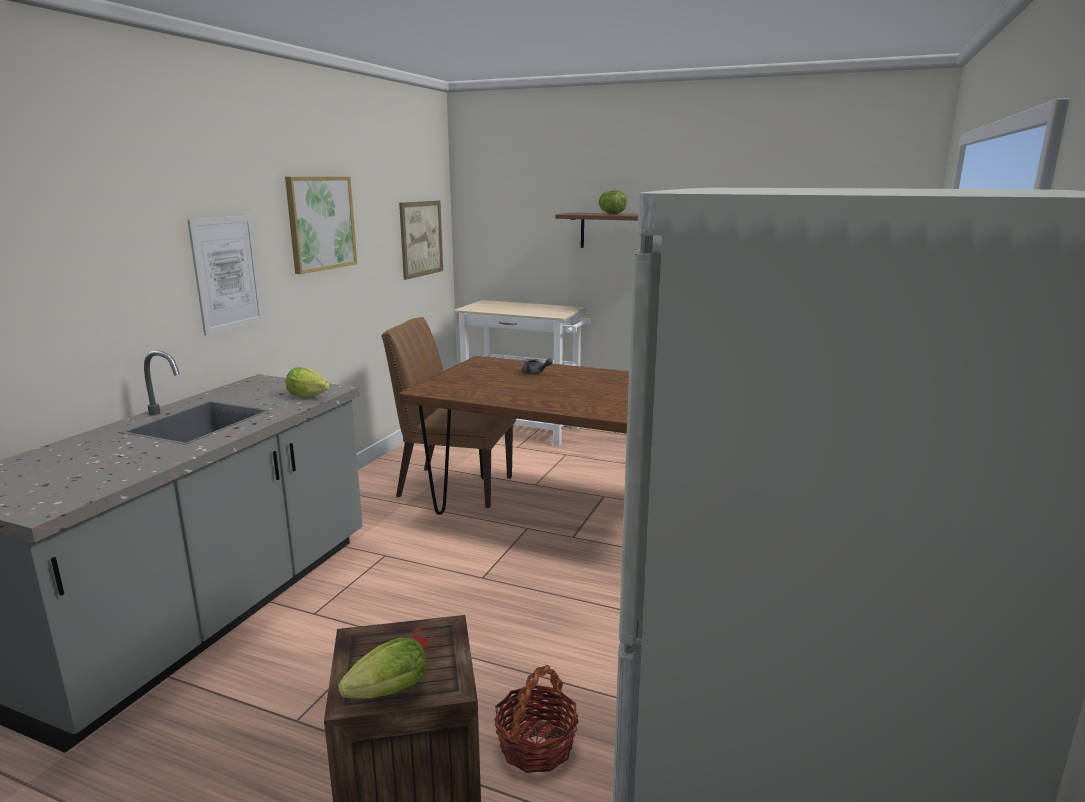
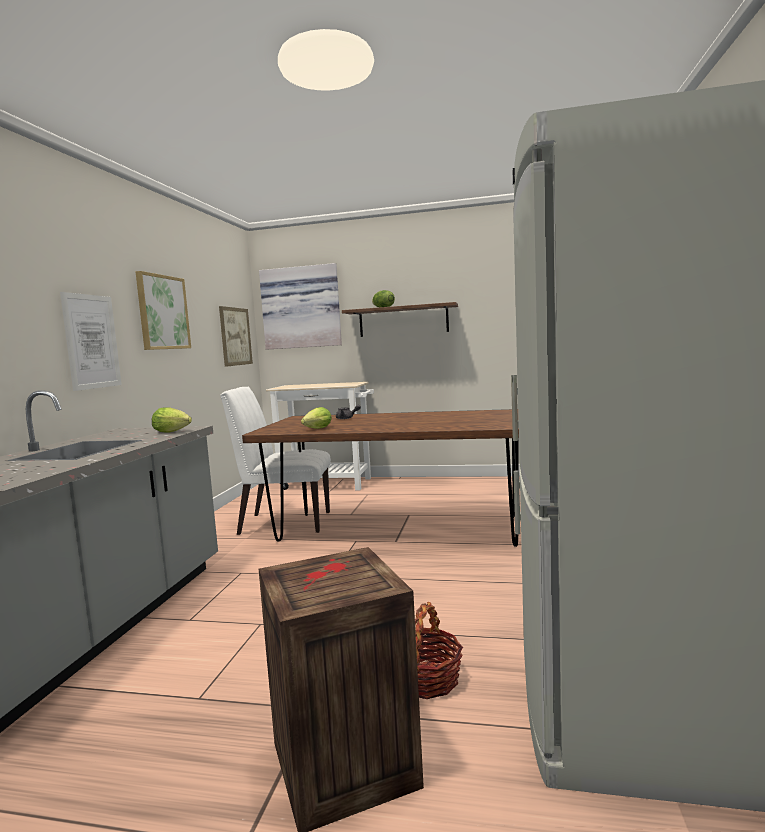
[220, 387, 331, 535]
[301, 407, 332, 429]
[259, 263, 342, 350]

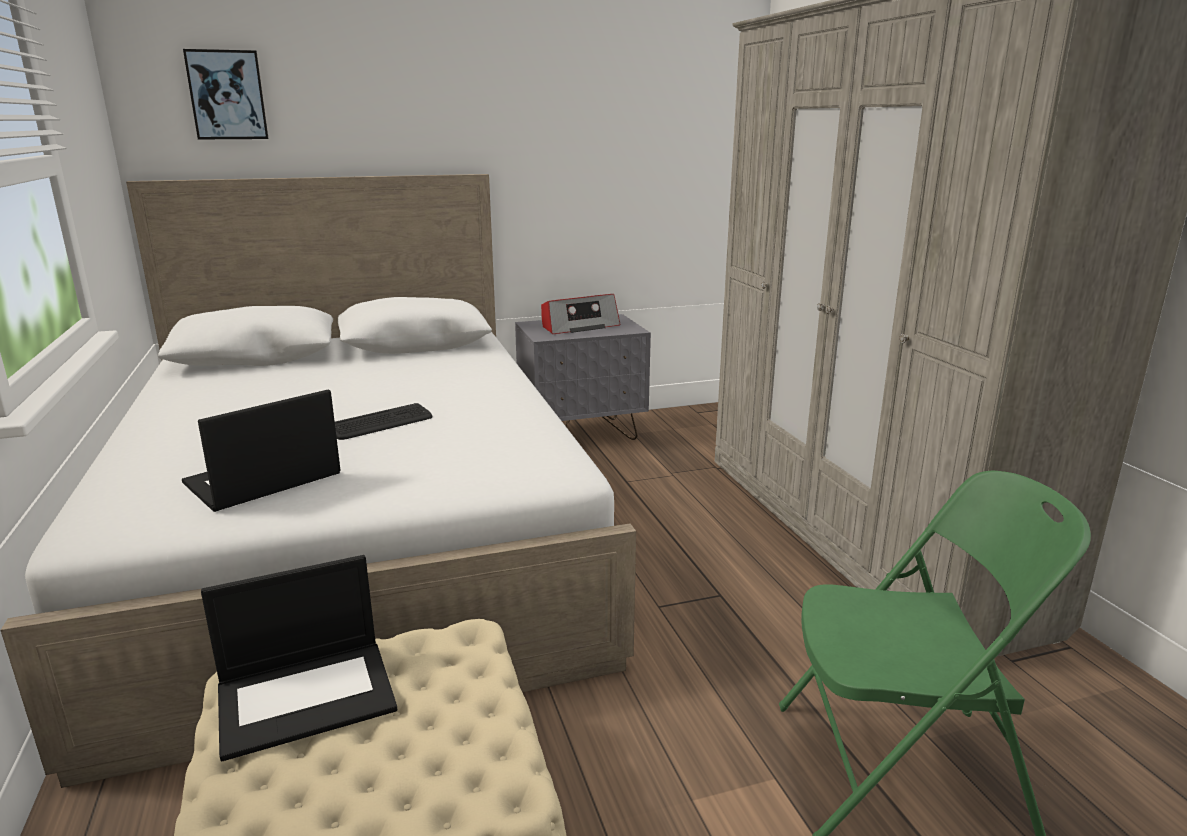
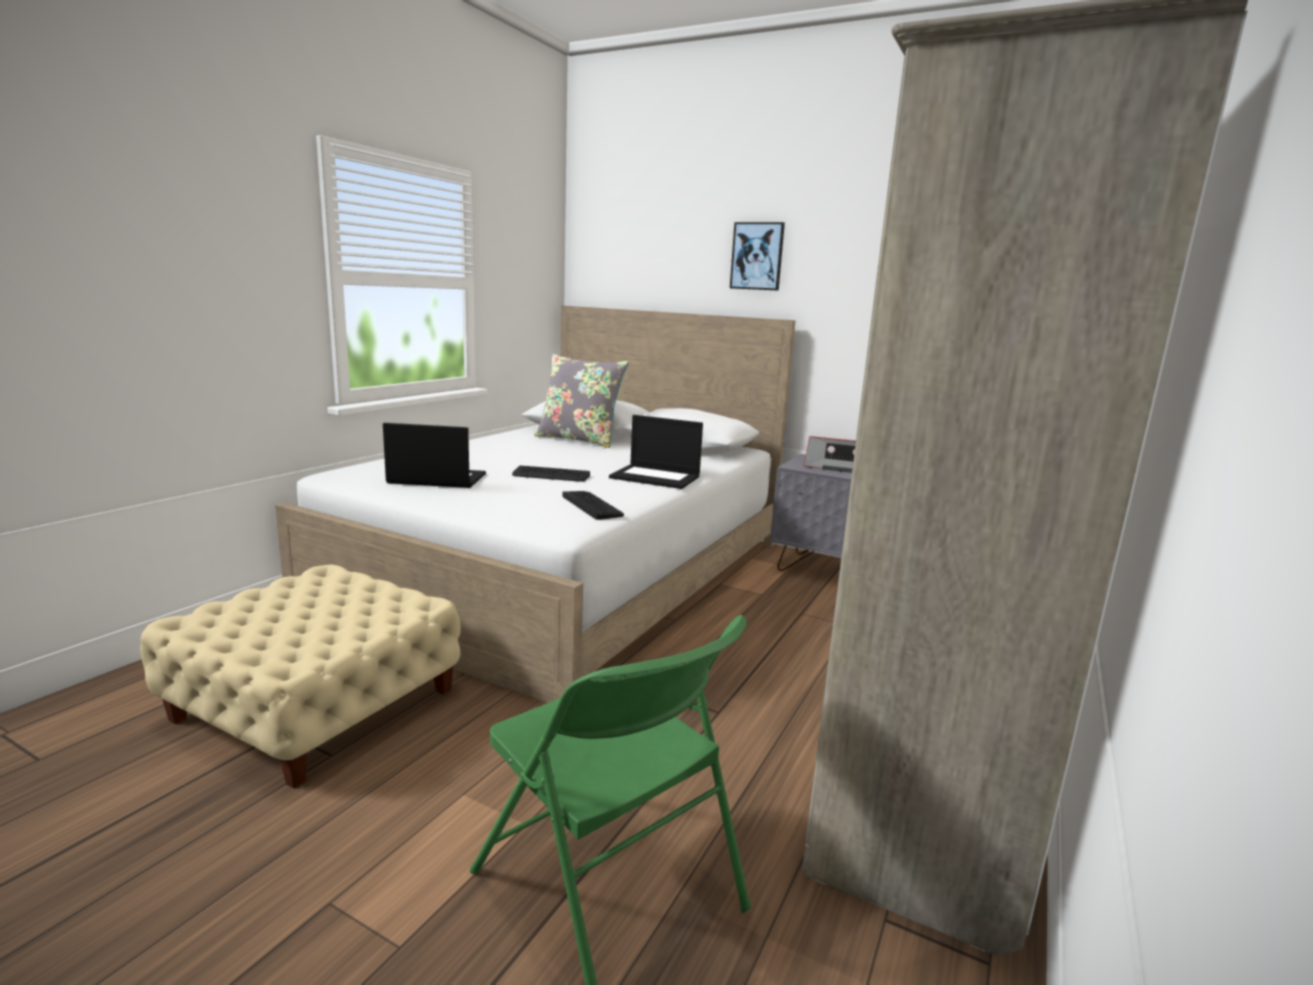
[730, 222, 785, 291]
[609, 415, 703, 489]
[534, 354, 629, 448]
[562, 491, 624, 520]

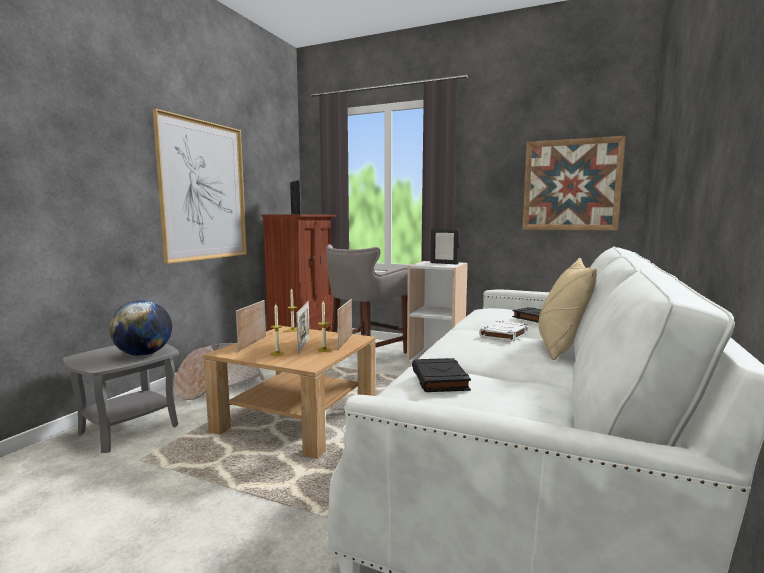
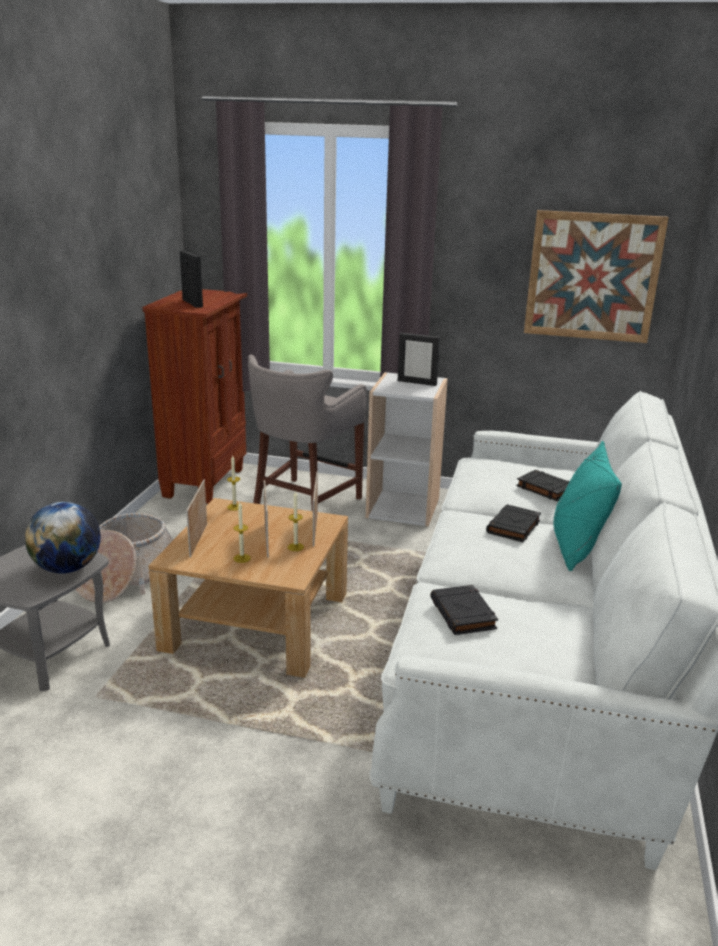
[153, 109, 247, 264] (first image)
[553, 441, 622, 571]
[486, 504, 541, 542]

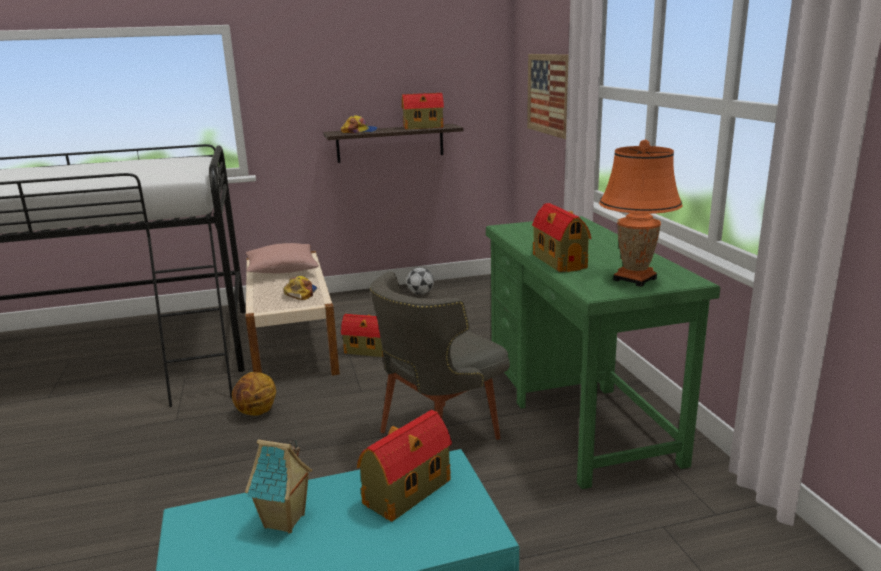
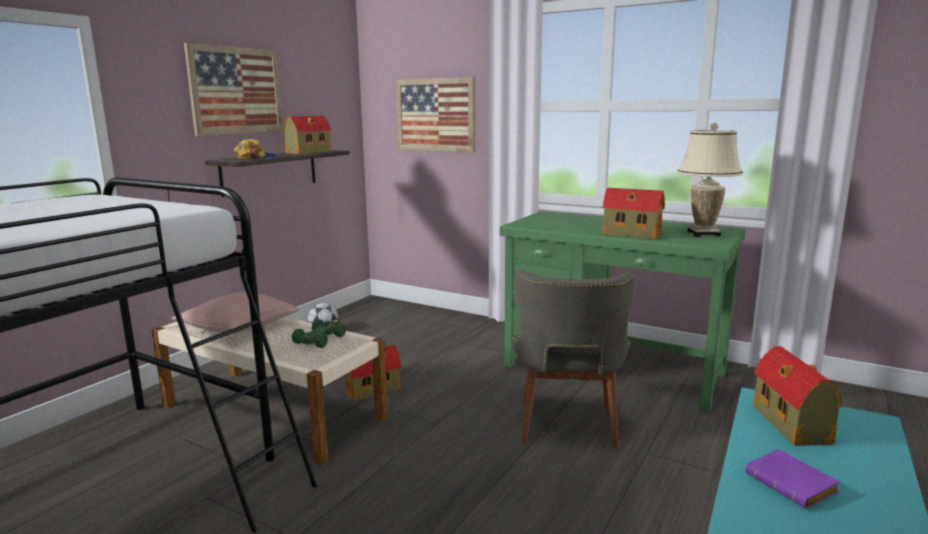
[677, 123, 743, 237]
[292, 319, 346, 348]
[232, 372, 276, 416] (first image)
[745, 449, 840, 509]
[184, 43, 283, 136]

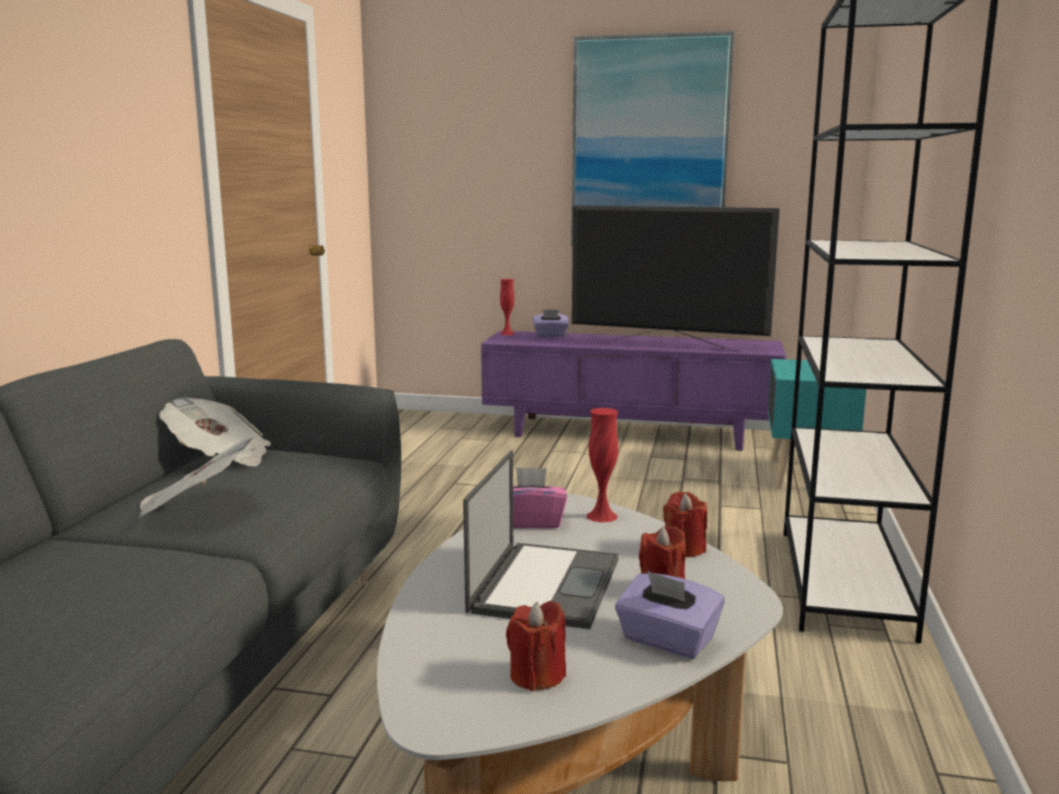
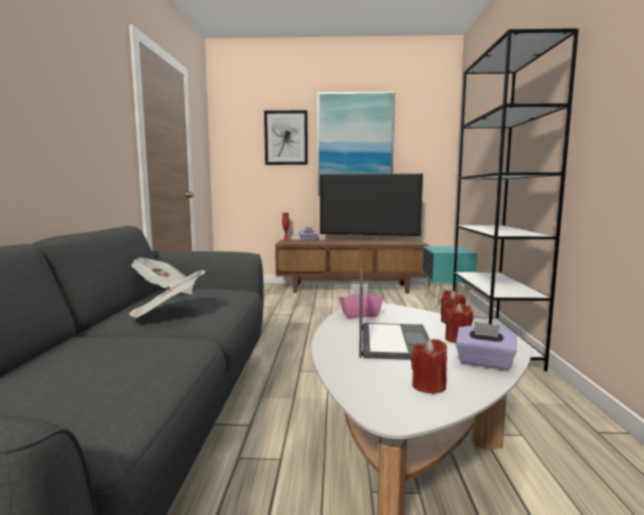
[275, 240, 429, 293]
[587, 408, 618, 522] (first image)
[264, 110, 308, 165]

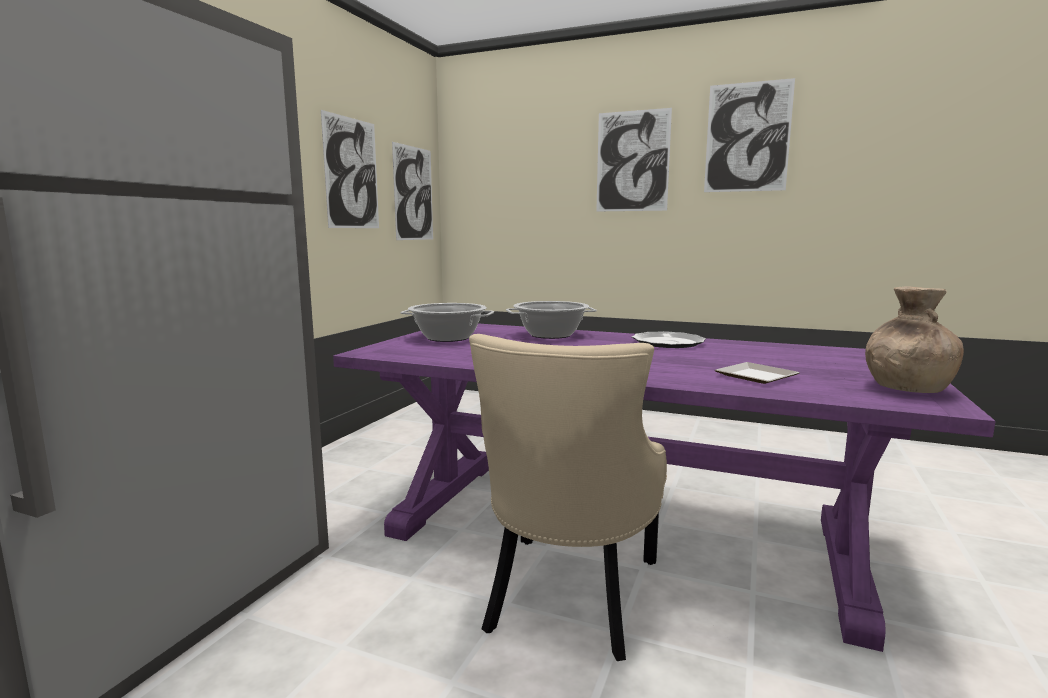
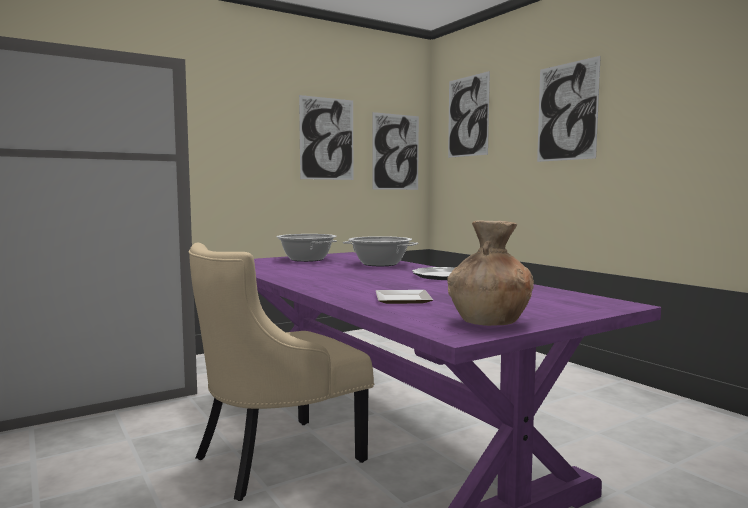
[448, 71, 490, 158]

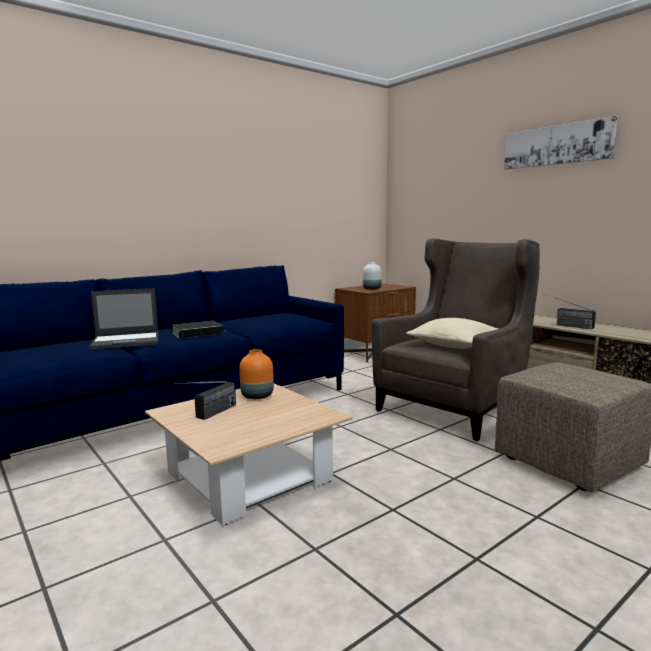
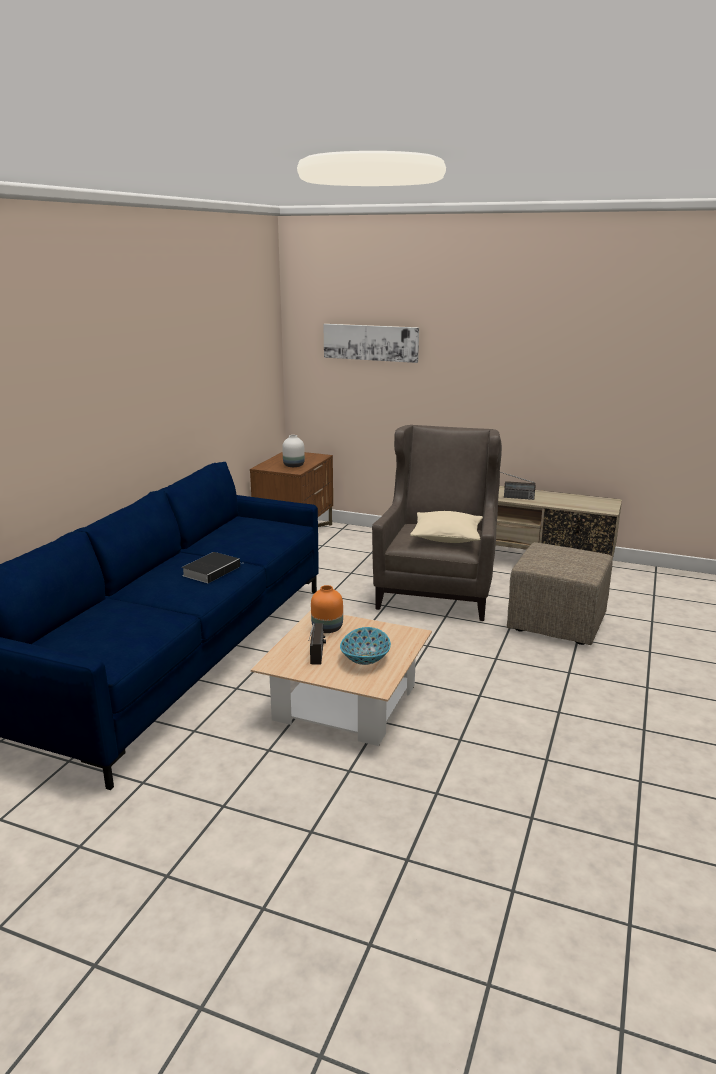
[323, 324, 419, 363]
[89, 288, 158, 349] (first image)
[340, 627, 391, 665]

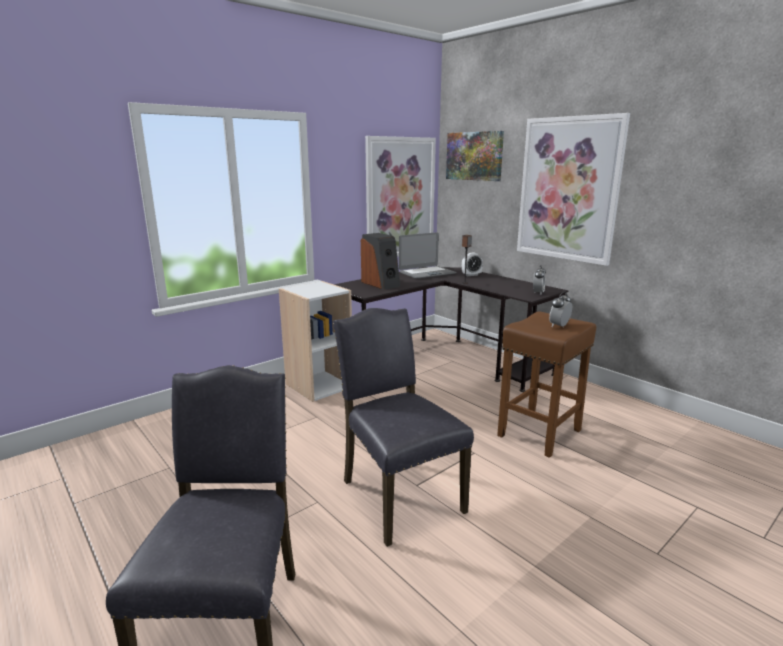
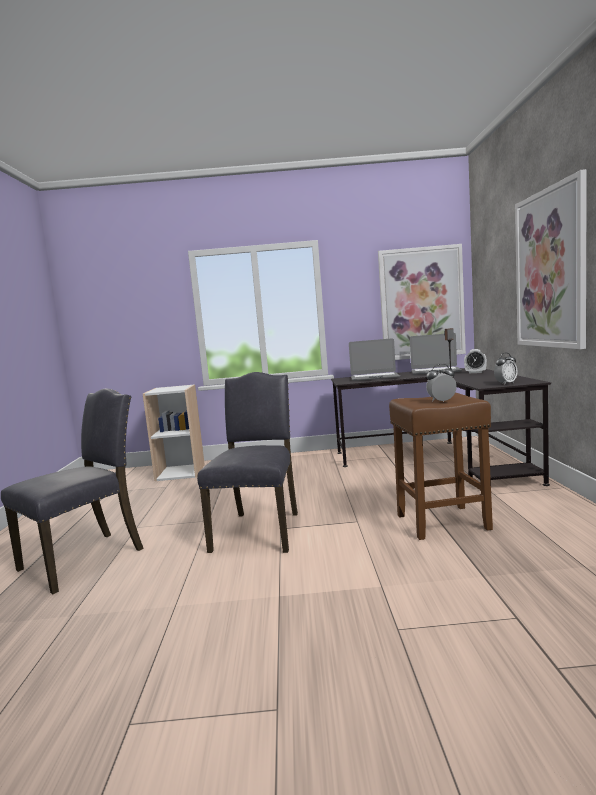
[446, 131, 504, 181] (first image)
[349, 338, 400, 381]
[143, 384, 205, 481]

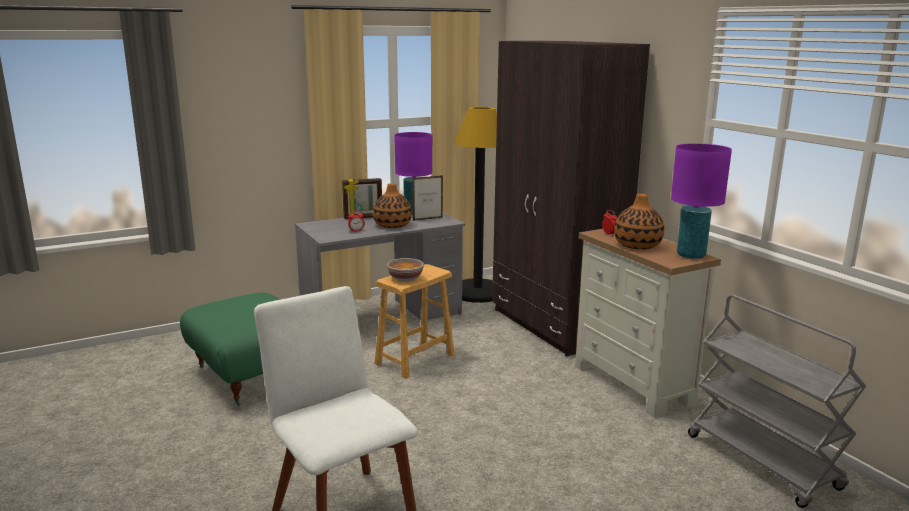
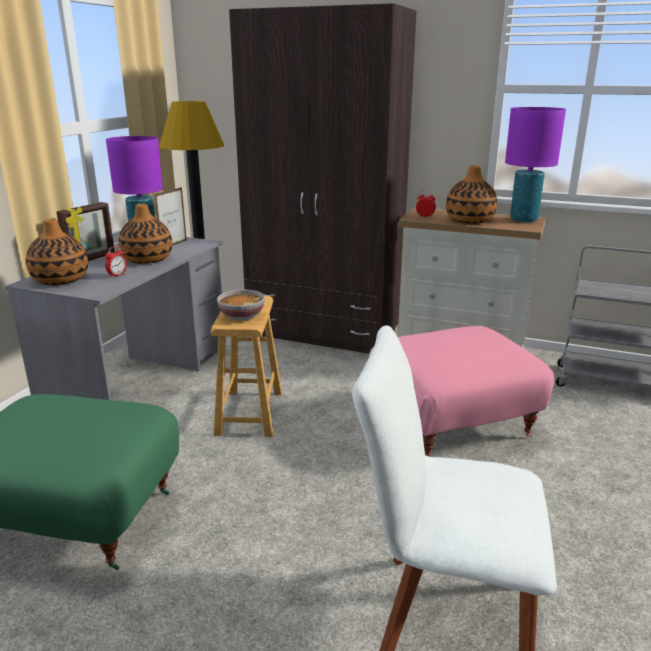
[26, 219, 88, 285]
[369, 326, 554, 457]

